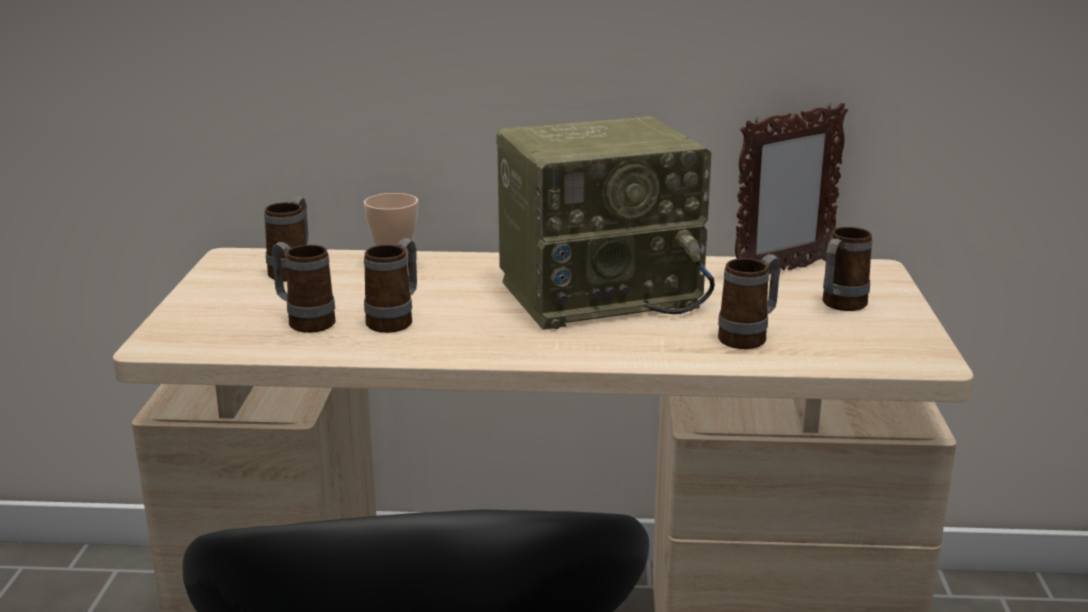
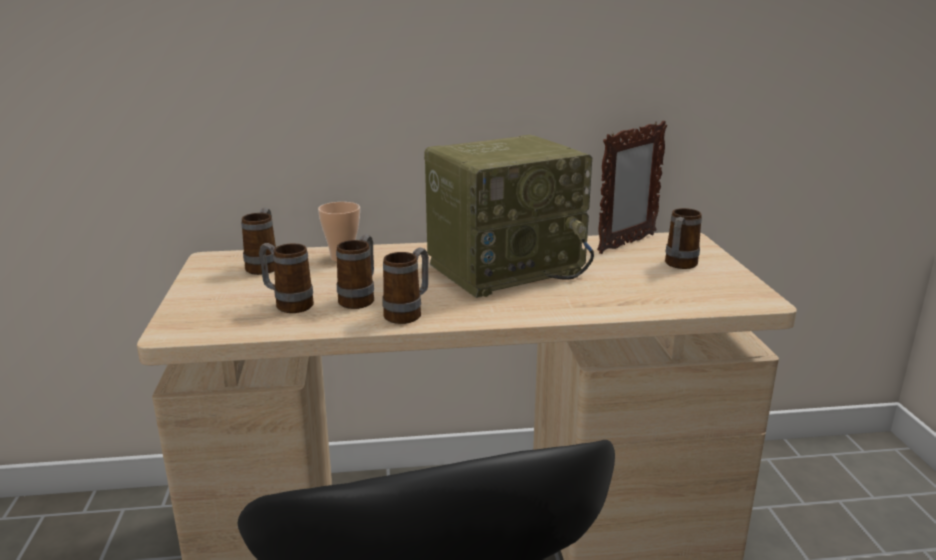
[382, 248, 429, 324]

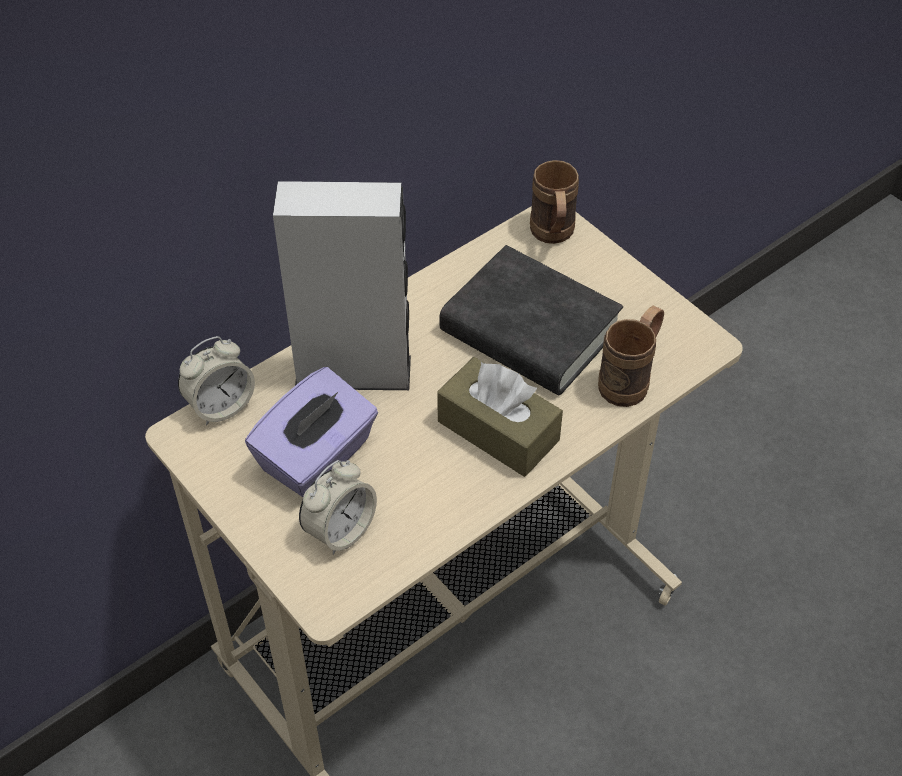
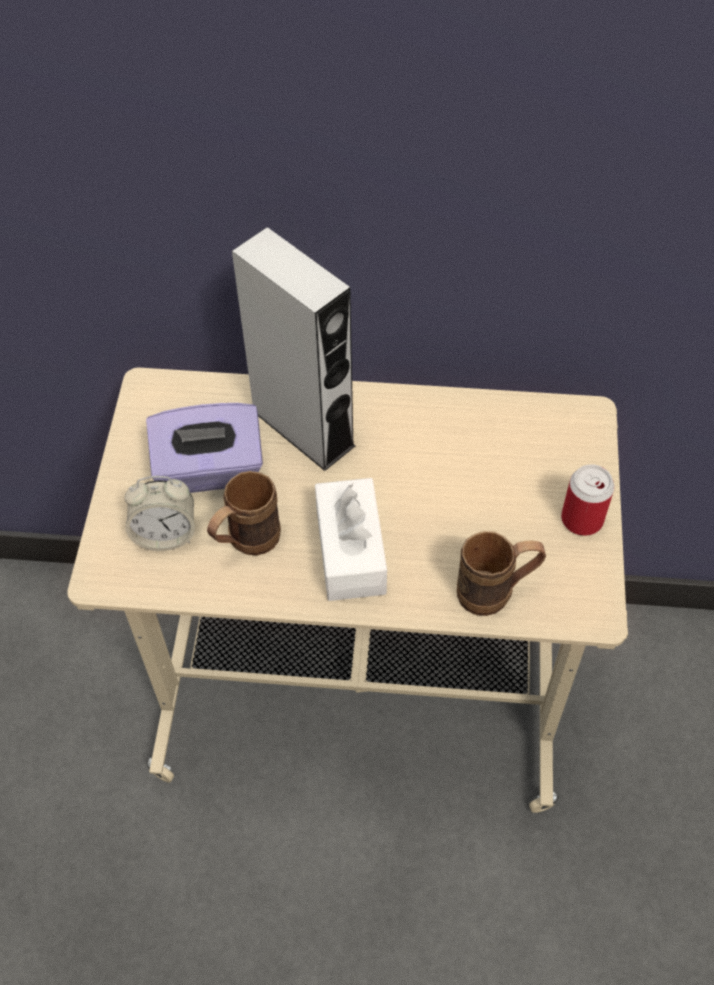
[207, 471, 281, 556]
[439, 245, 623, 395] (first image)
[178, 336, 255, 425] (first image)
[315, 478, 387, 601]
[561, 464, 614, 536]

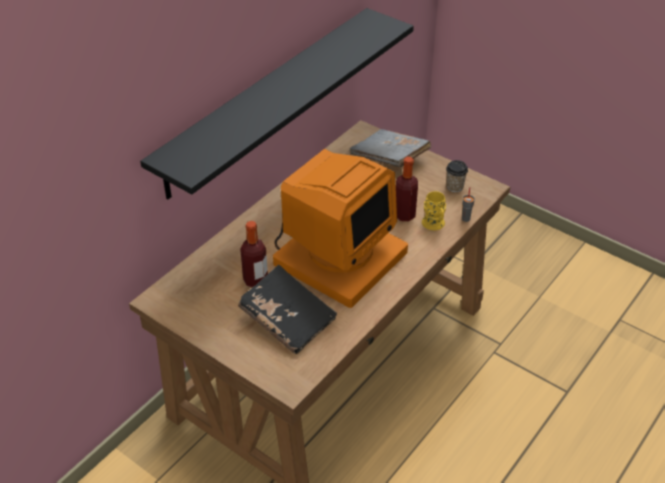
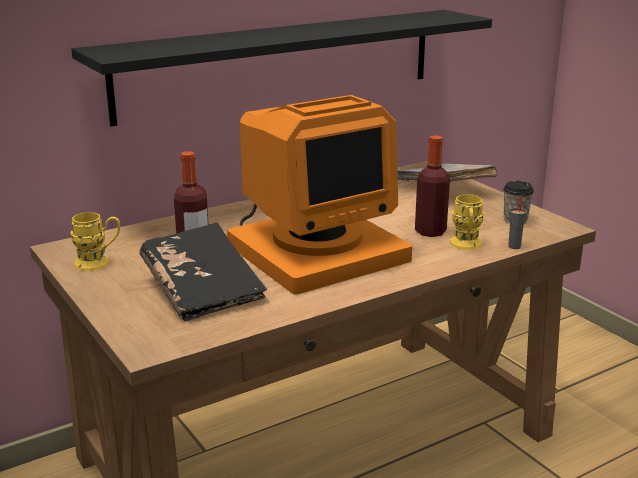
[70, 212, 120, 271]

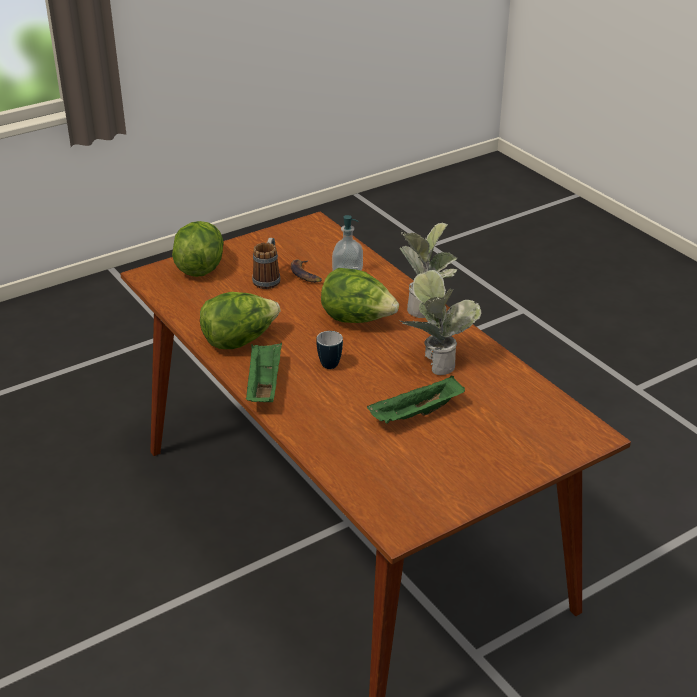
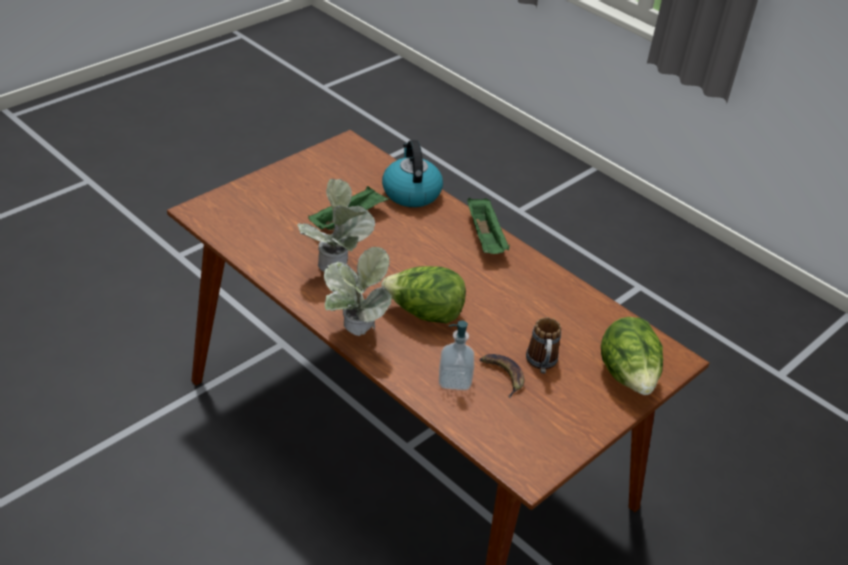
[200, 292, 280, 349] (first image)
[316, 331, 343, 369] (first image)
[382, 140, 443, 207]

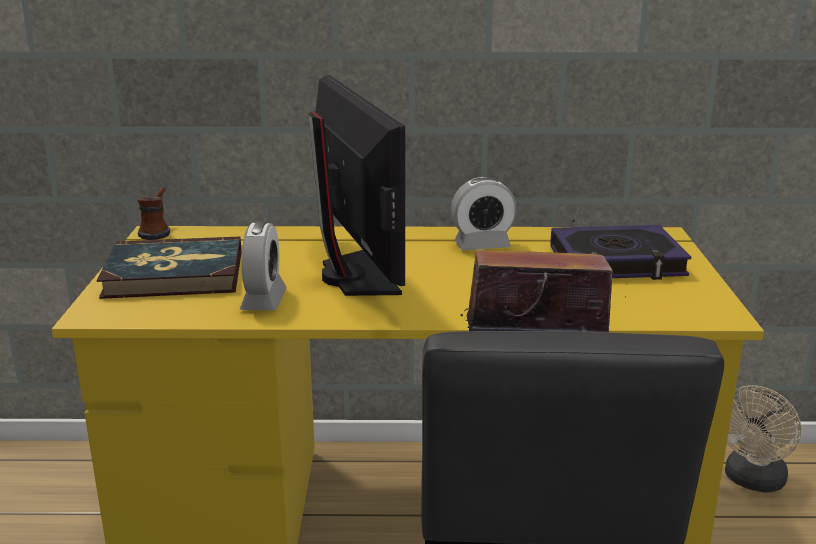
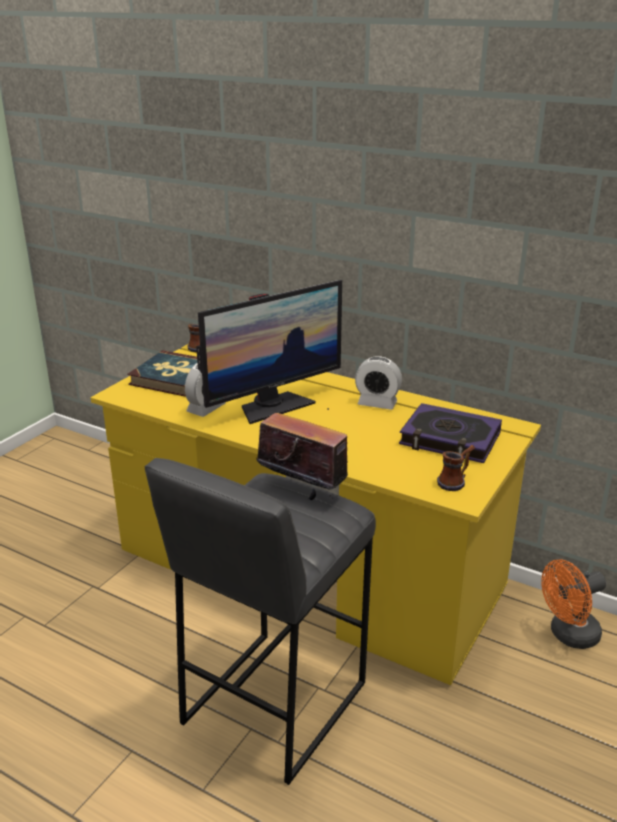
[196, 280, 342, 424]
[541, 559, 606, 649]
[437, 445, 475, 491]

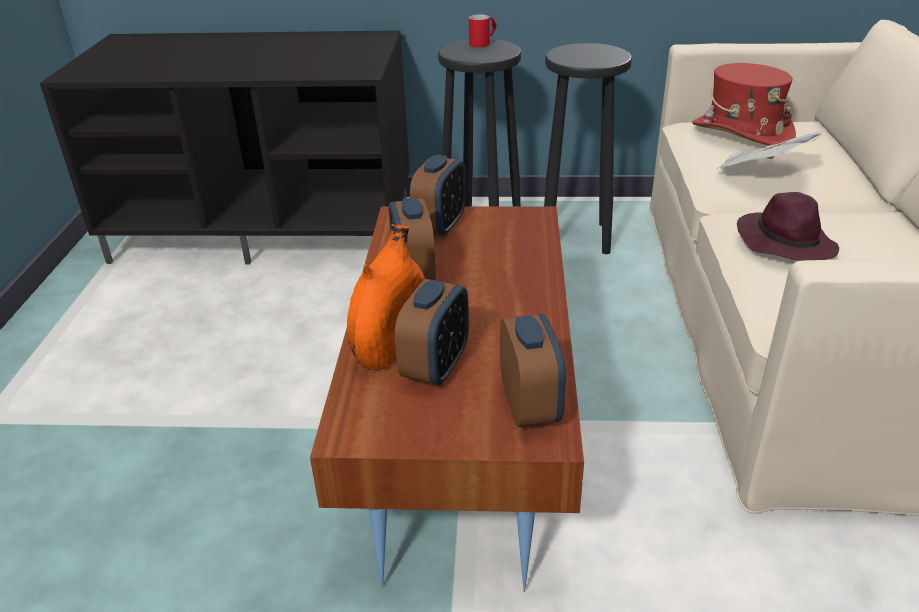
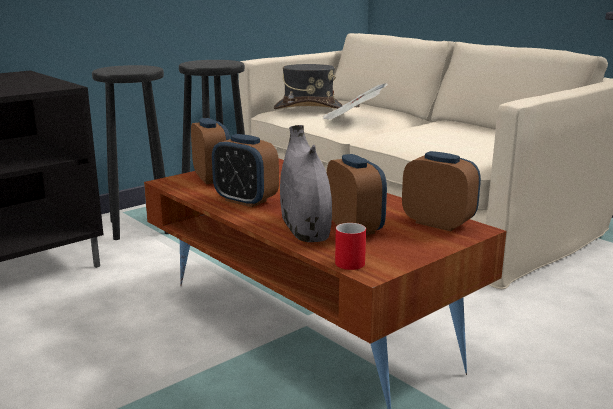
[335, 223, 366, 270]
[274, 64, 342, 109]
[737, 192, 839, 261] (first image)
[280, 125, 332, 242]

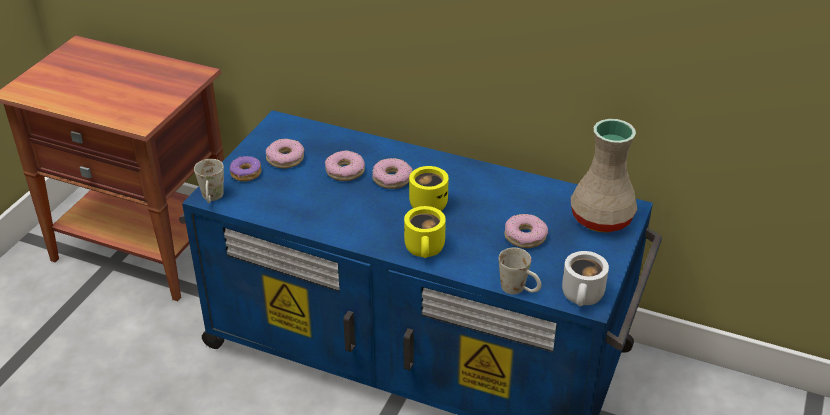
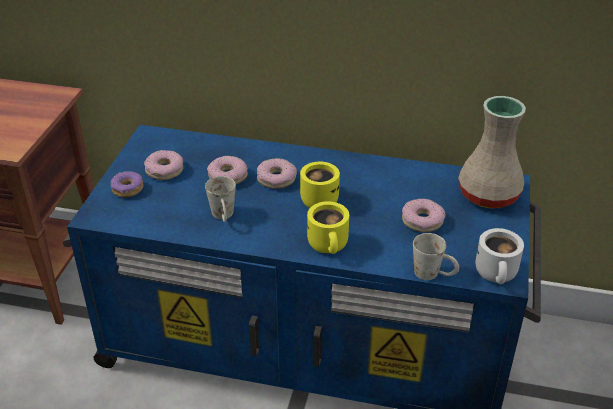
[205, 176, 236, 222]

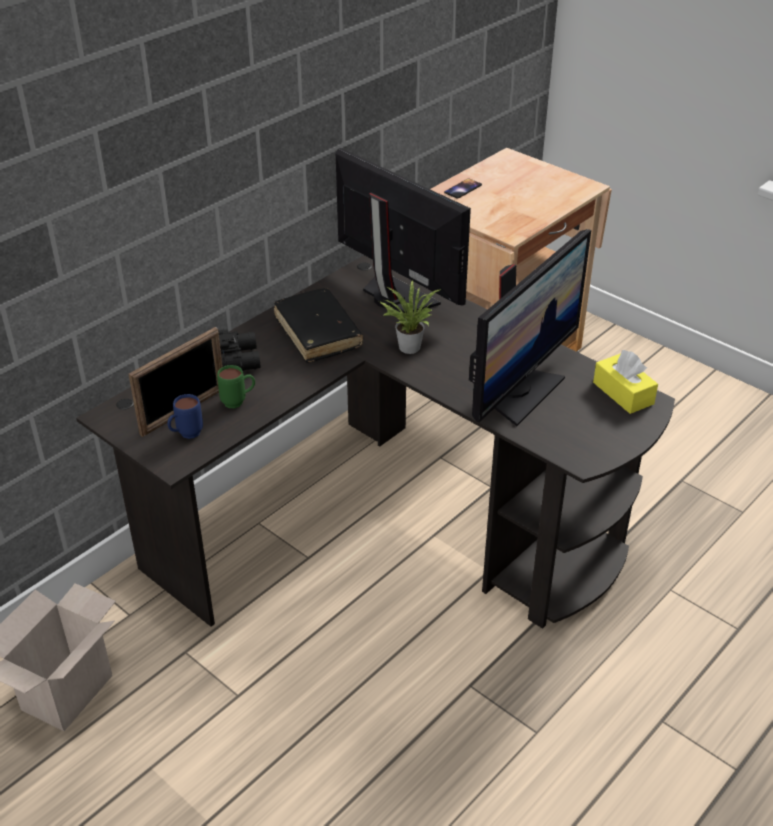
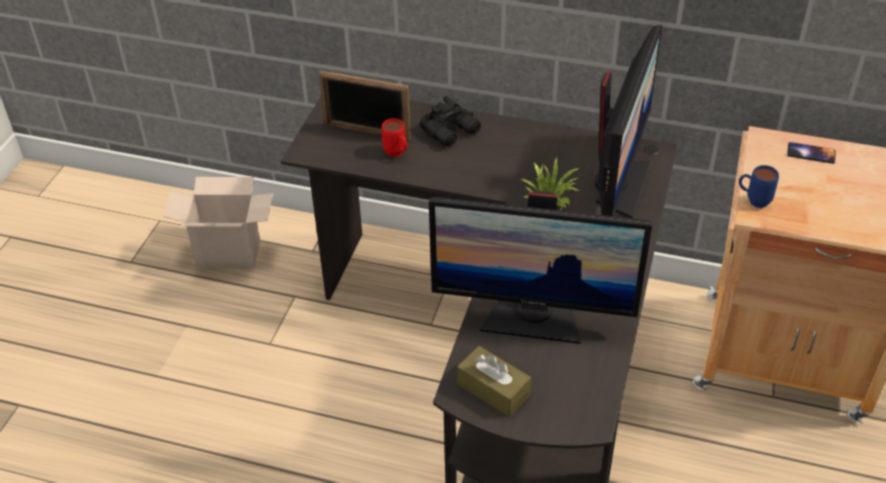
[274, 288, 363, 363] (first image)
[593, 350, 658, 414] (first image)
[382, 118, 408, 157]
[739, 165, 779, 208]
[457, 346, 531, 417]

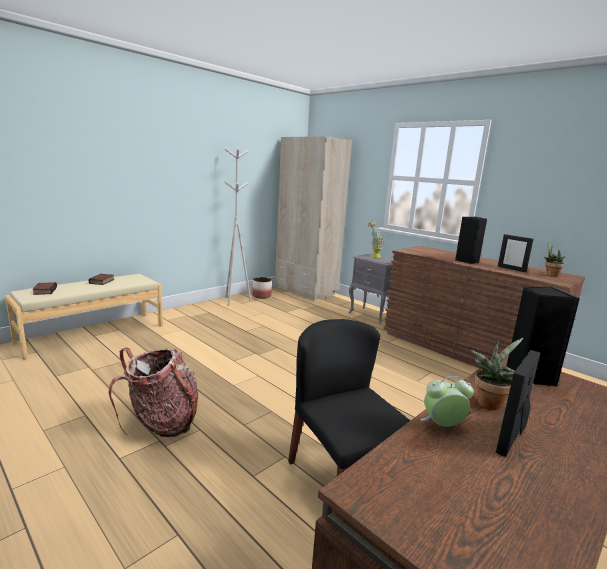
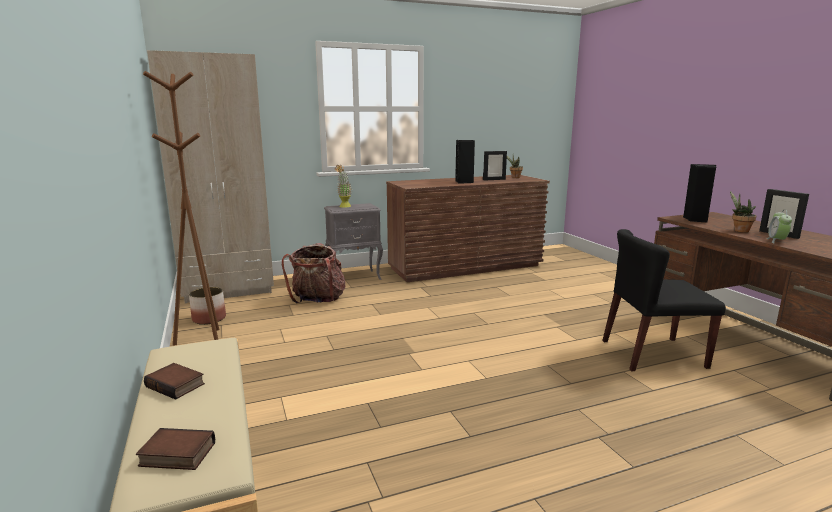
[143, 71, 219, 345]
[282, 243, 346, 303]

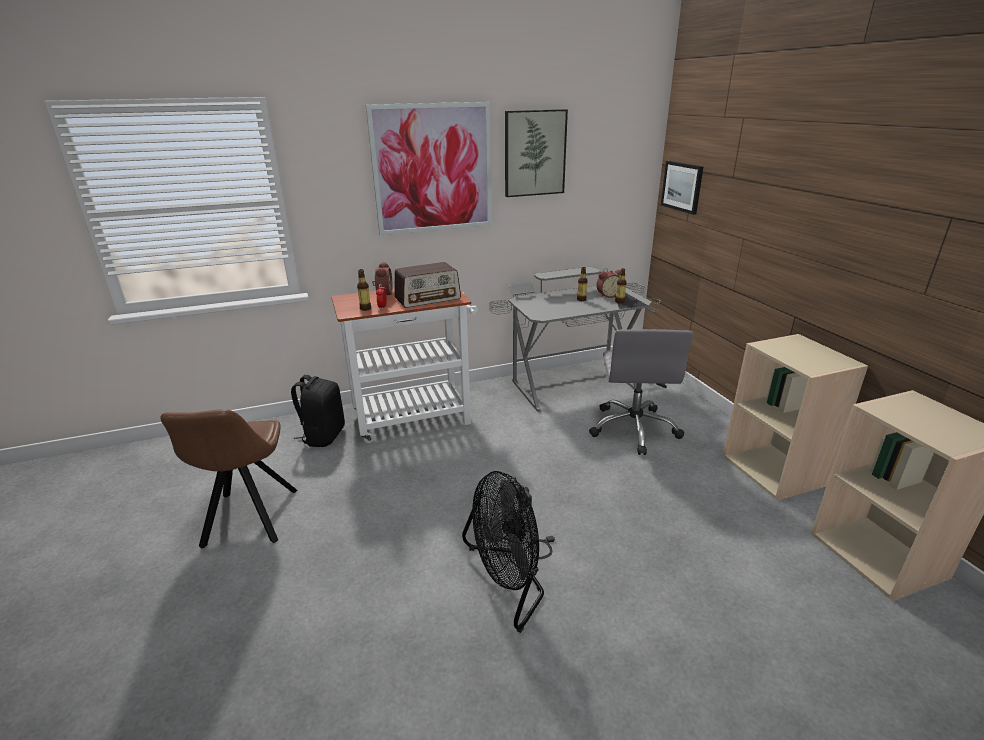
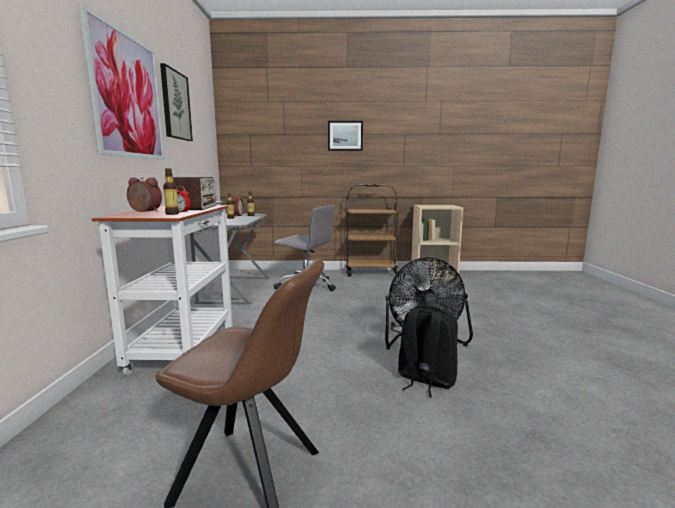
[328, 121, 363, 151]
[346, 183, 399, 277]
[398, 305, 458, 398]

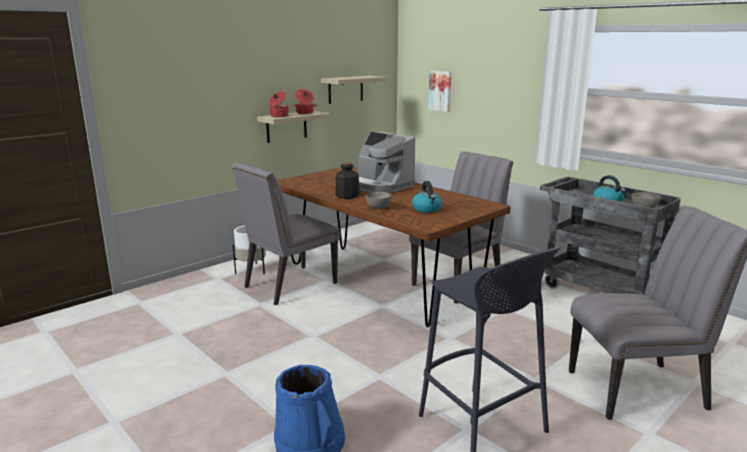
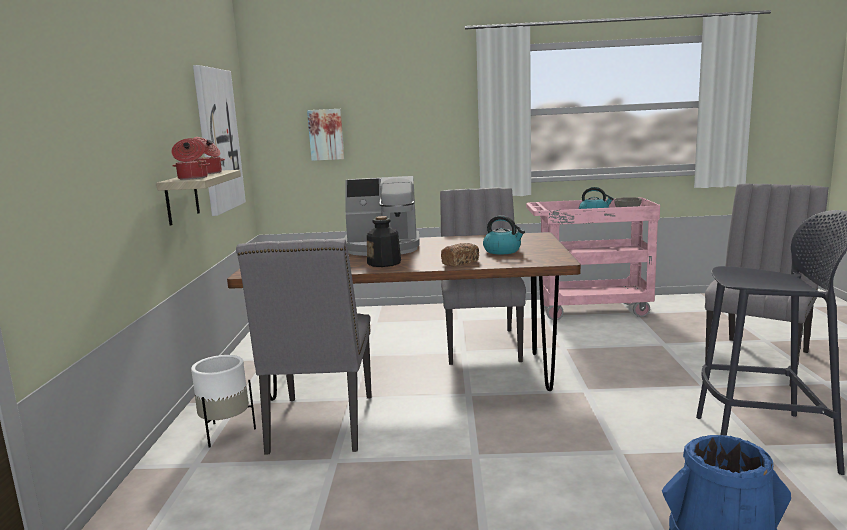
[193, 65, 246, 216]
[526, 198, 660, 320]
[441, 243, 479, 267]

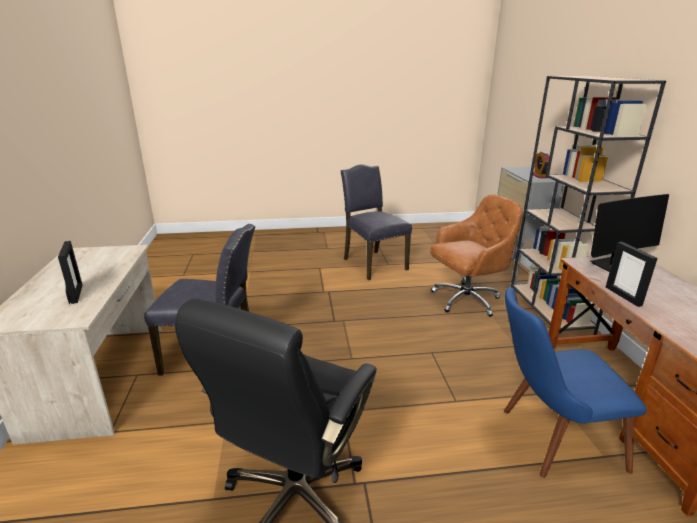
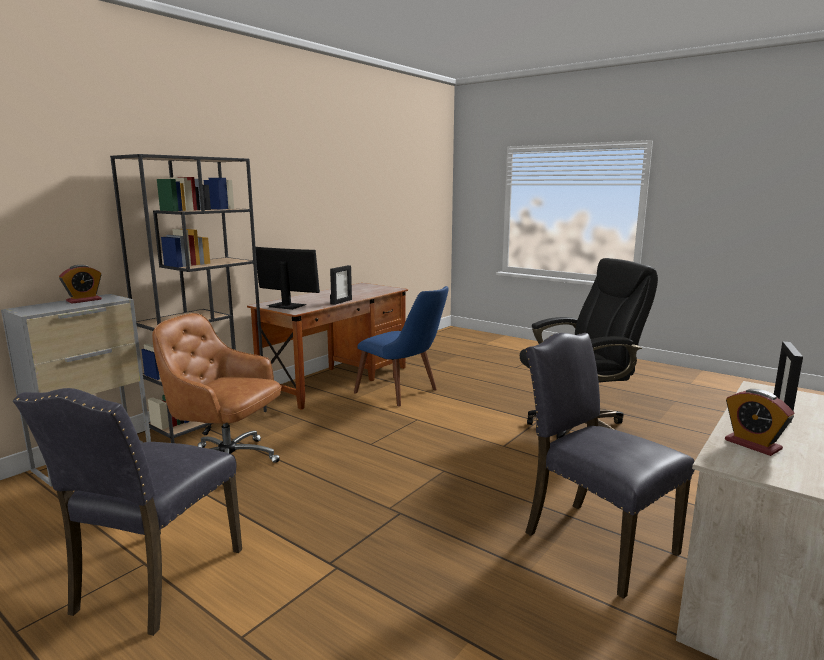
[725, 389, 794, 456]

